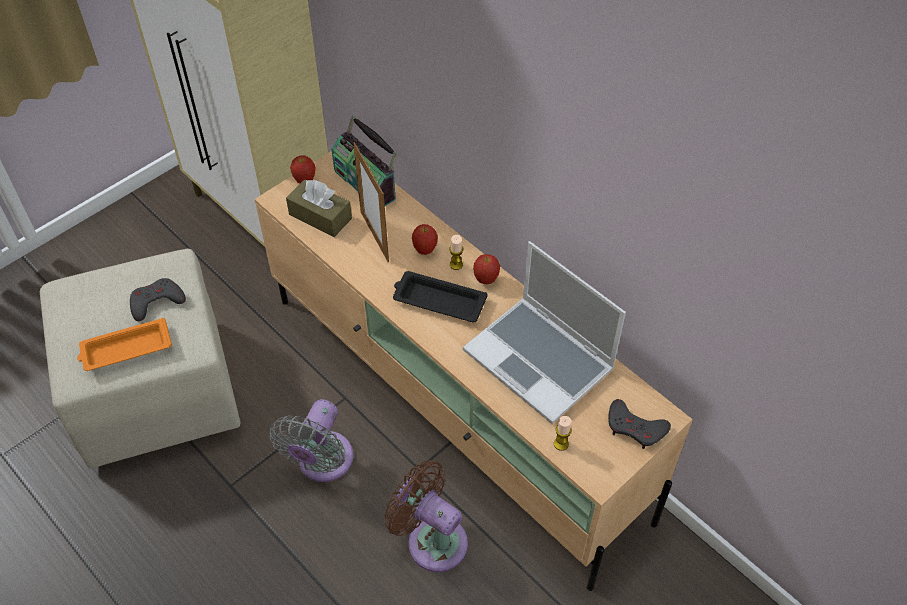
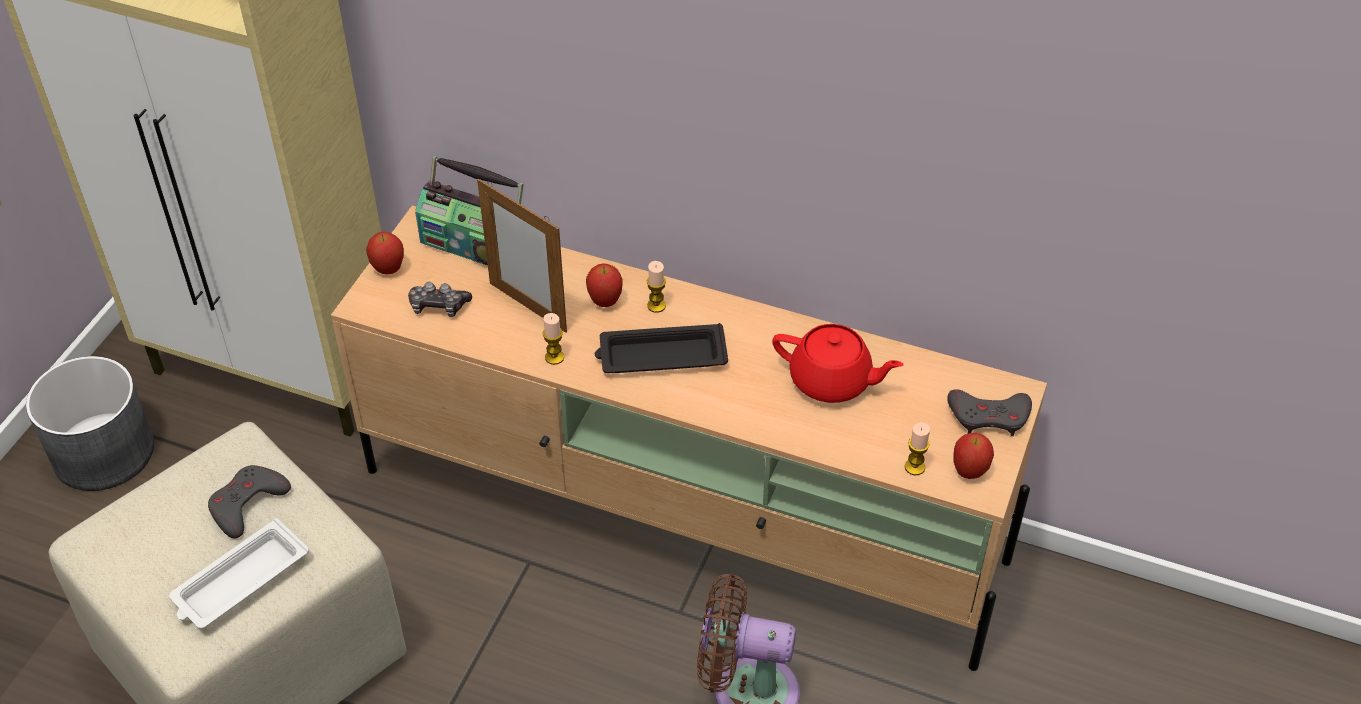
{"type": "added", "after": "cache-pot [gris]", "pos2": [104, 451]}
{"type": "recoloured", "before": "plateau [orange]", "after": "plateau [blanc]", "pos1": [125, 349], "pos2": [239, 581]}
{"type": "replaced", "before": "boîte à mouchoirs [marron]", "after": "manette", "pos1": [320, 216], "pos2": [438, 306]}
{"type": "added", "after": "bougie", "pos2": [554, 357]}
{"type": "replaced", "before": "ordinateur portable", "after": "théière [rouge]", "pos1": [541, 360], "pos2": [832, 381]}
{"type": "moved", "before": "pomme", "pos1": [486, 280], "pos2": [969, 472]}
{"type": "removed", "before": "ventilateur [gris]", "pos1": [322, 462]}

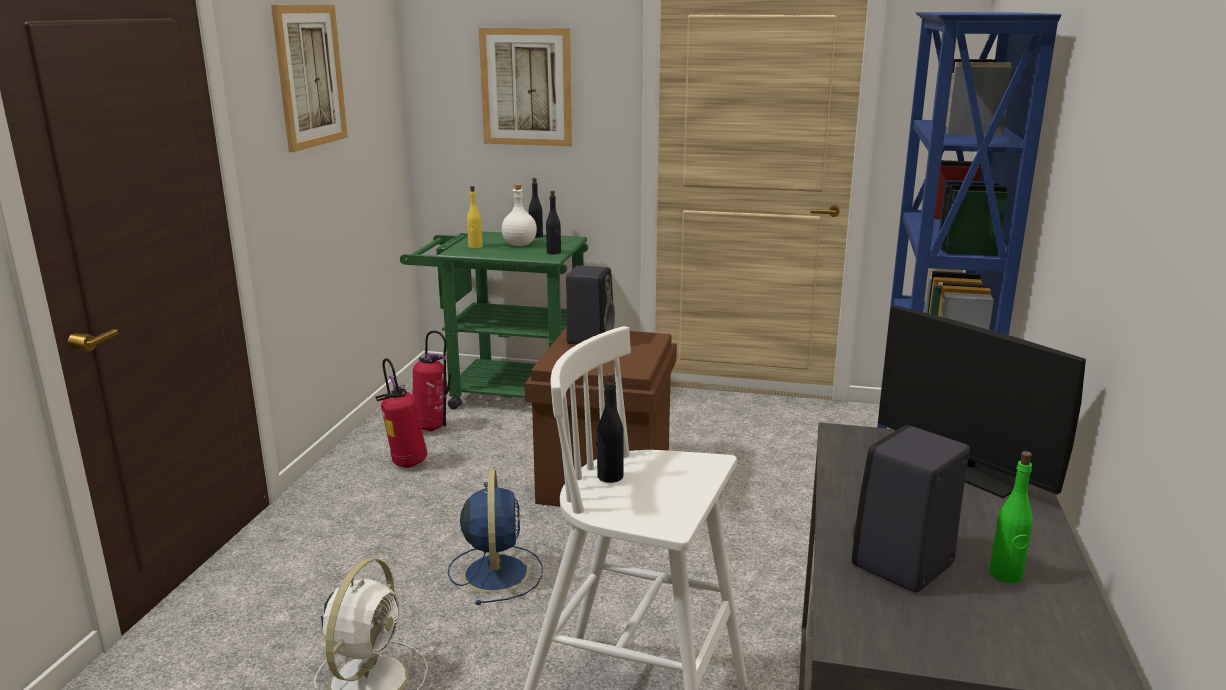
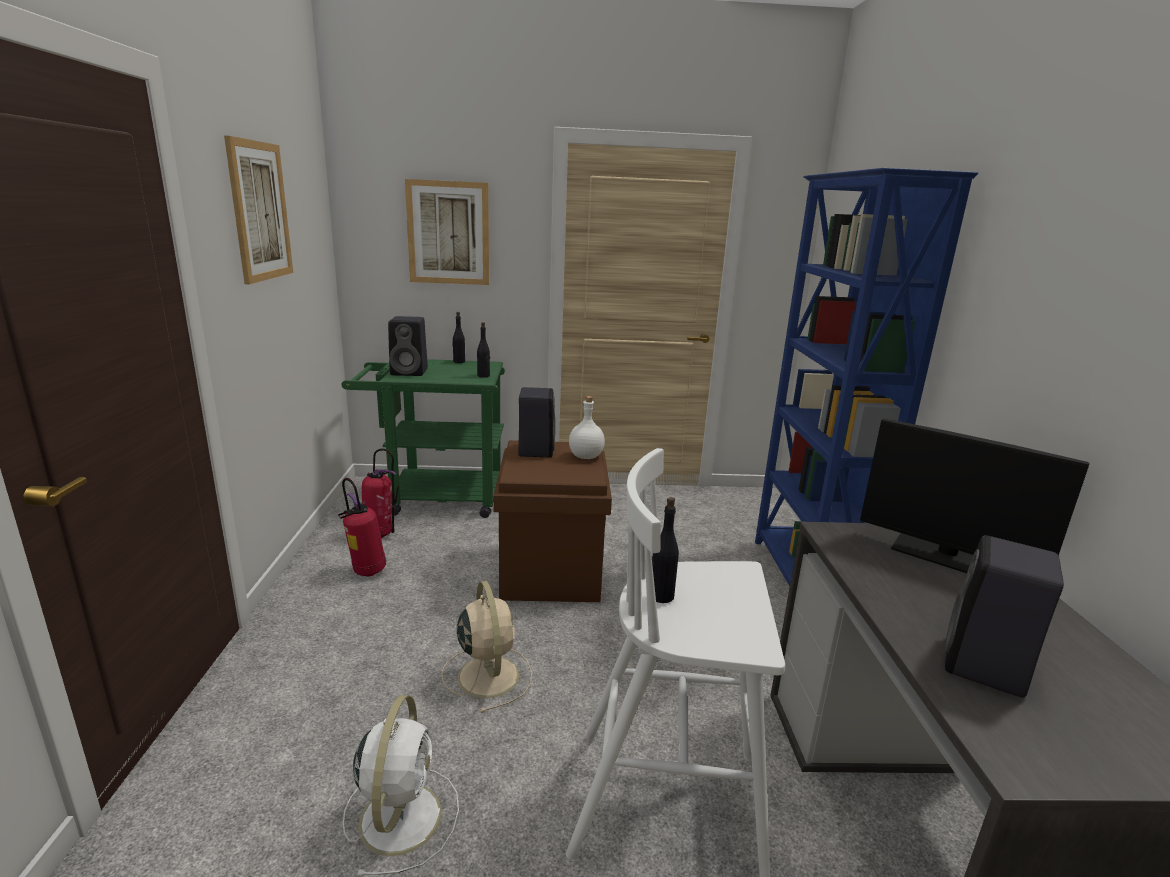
{"type": "replaced", "before": "bouteille [jaune]", "after": "enceinte [noir]", "pos1": [475, 246], "pos2": [410, 372]}
{"type": "recoloured", "before": "ventilateur [bleu]", "after": "ventilateur [beige]", "pos1": [496, 572], "pos2": [487, 674]}
{"type": "moved", "before": "bouteille [blanc]", "pos1": [520, 245], "pos2": [586, 456]}
{"type": "removed", "before": "bouteille [vert]", "pos1": [1006, 575]}

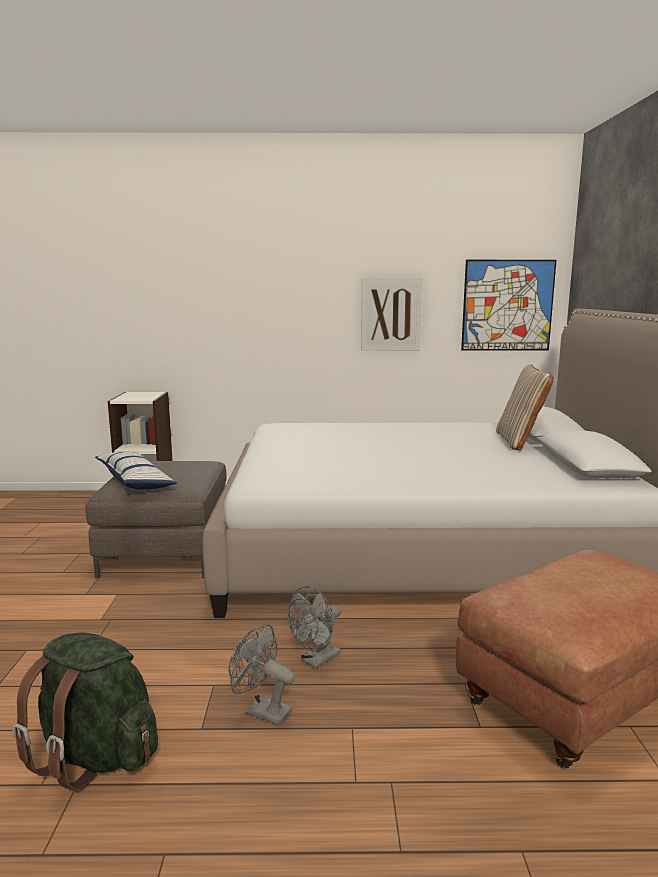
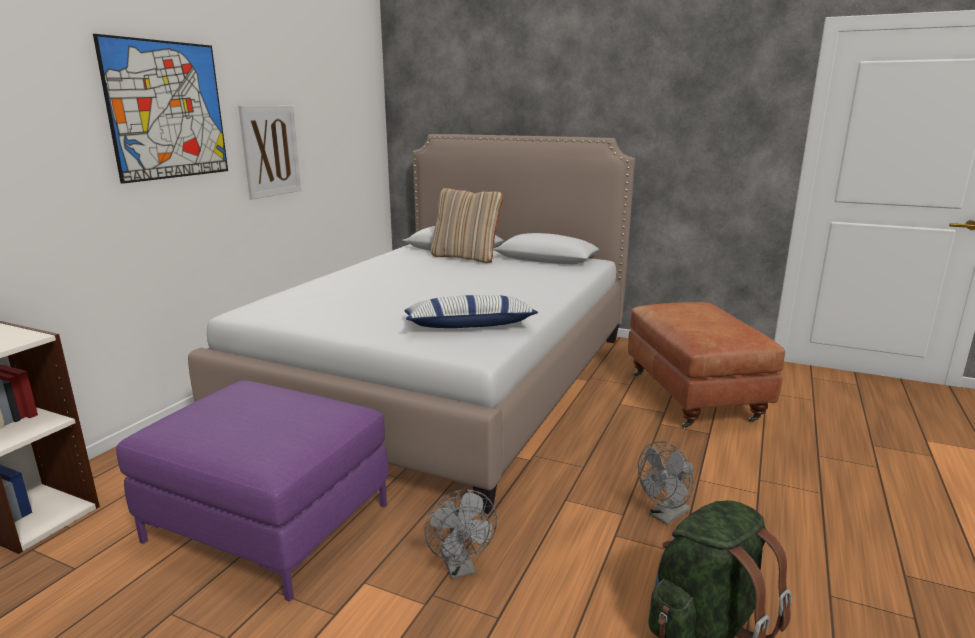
{"type": "moved", "before": "tableau", "pos1": [507, 305], "pos2": [167, 110]}
{"type": "recoloured", "before": "pouf [marron]", "after": "pouf [violet]", "pos1": [167, 549], "pos2": [269, 522]}
{"type": "moved", "before": "coussin", "pos1": [135, 481], "pos2": [469, 326]}
{"type": "moved", "before": "ventilateur [gris]", "pos1": [316, 660], "pos2": [460, 568]}

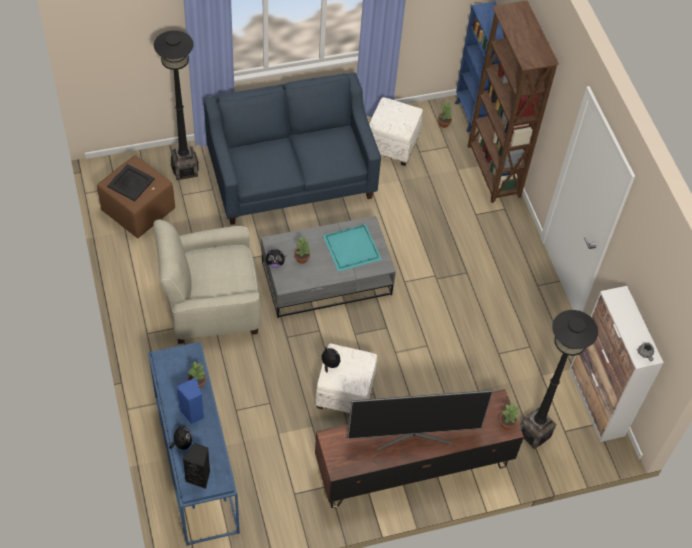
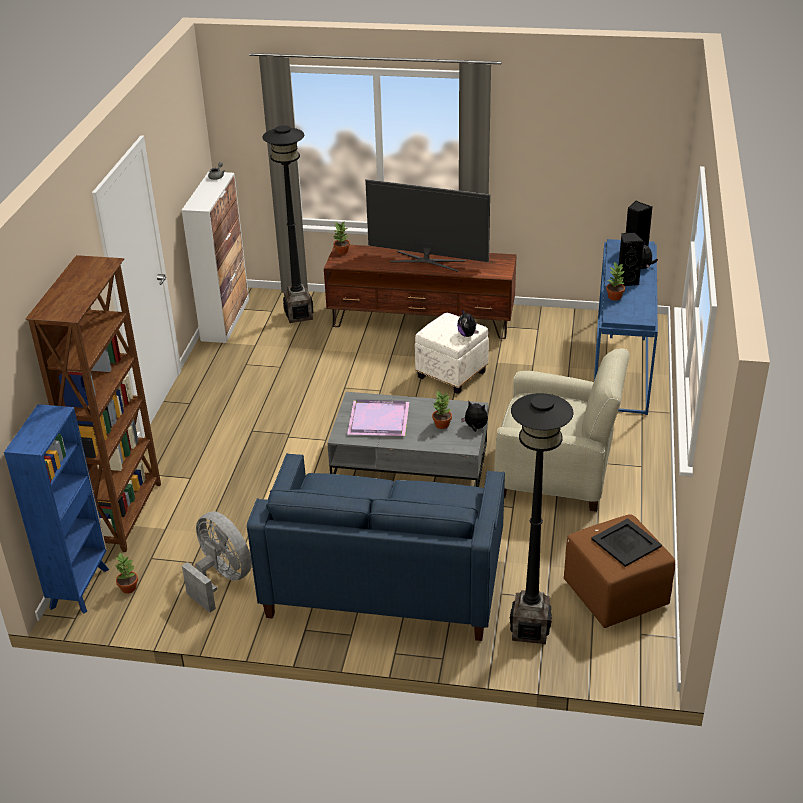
{"type": "replaced", "before": "pouf [blanc]", "after": "ventilateur [gris]", "pos1": [392, 146], "pos2": [221, 579]}
{"type": "recoloured", "before": "plateau [turquoise]", "after": "plateau [violet]", "pos1": [350, 248], "pos2": [379, 420]}
{"type": "recoloured", "before": "enceinte [bleu]", "after": "enceinte [noir]", "pos1": [193, 413], "pos2": [626, 281]}

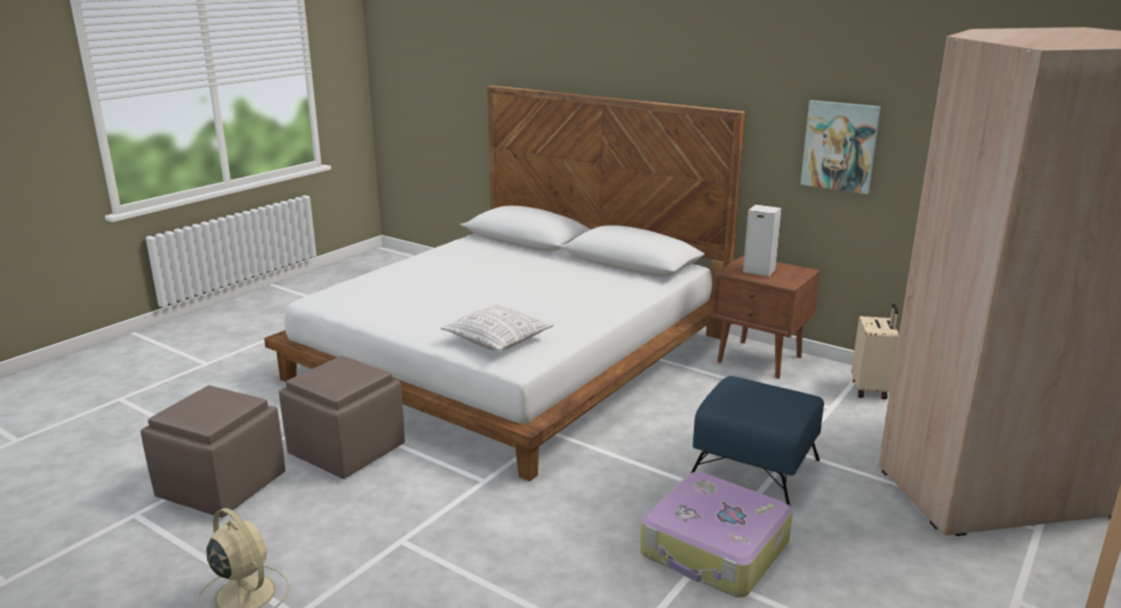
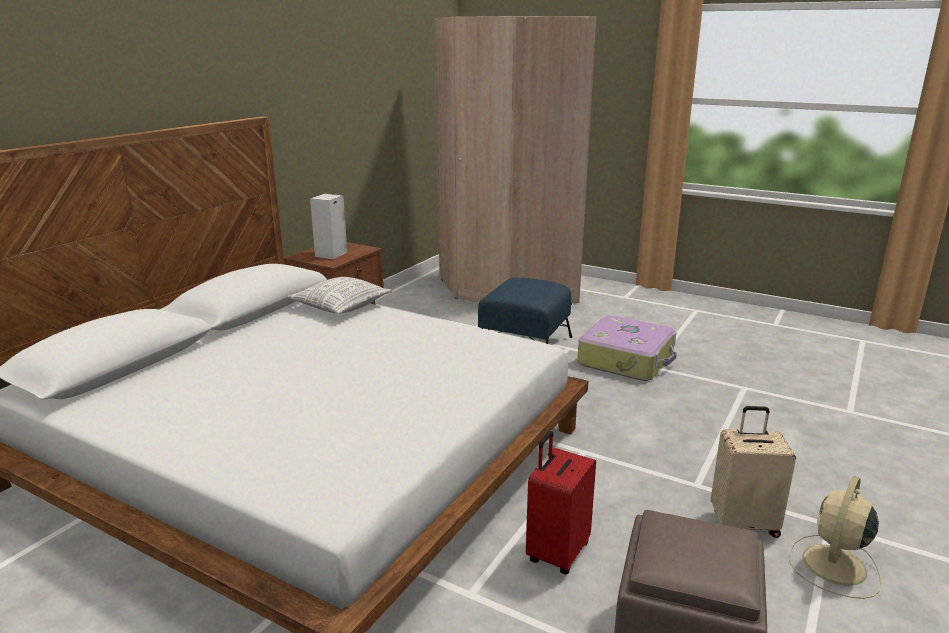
{"type": "moved", "before": "coussin", "pos1": [498, 340], "pos2": [341, 307]}
{"type": "replaced", "before": "pouf [marron]", "after": "valise [rouge]", "pos1": [348, 450], "pos2": [556, 552]}
{"type": "moved", "before": "valise [beige]", "pos1": [870, 389], "pos2": [743, 523]}
{"type": "removed", "before": "tableau", "pos1": [840, 146]}

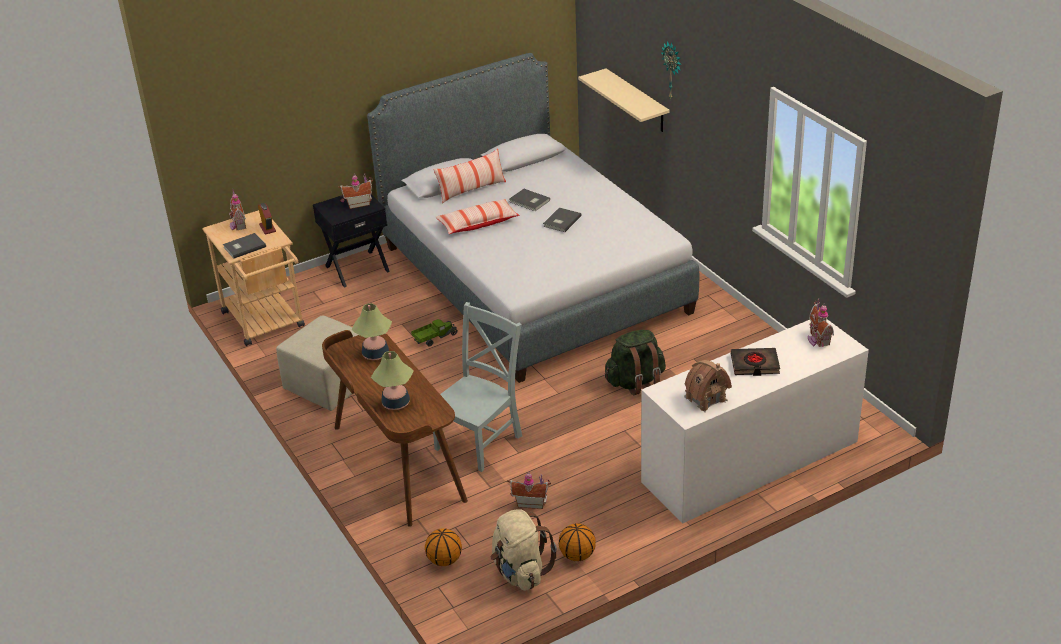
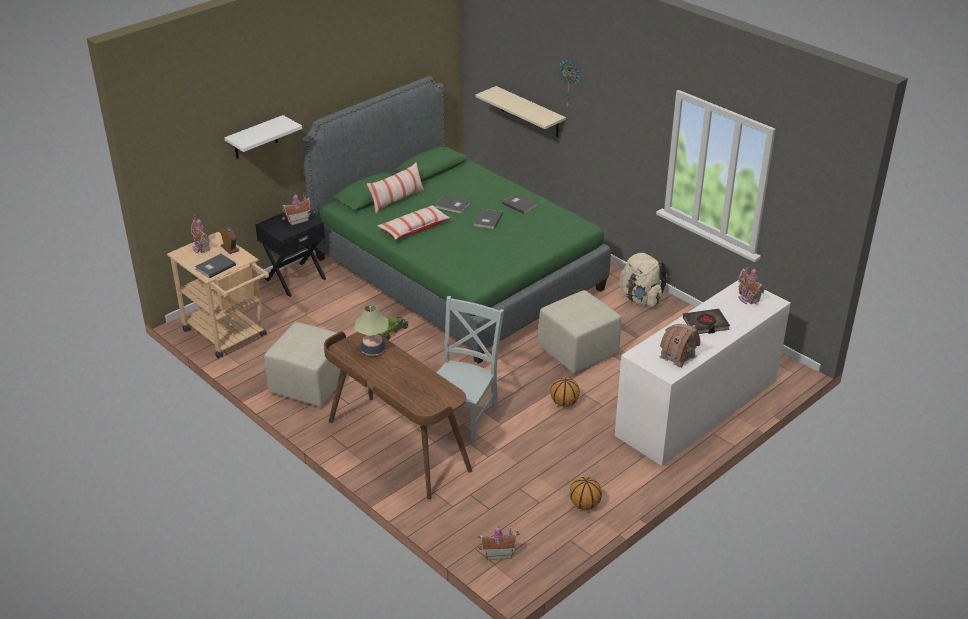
{"type": "added", "after": "étagère [blanc]", "pos2": [255, 138]}
{"type": "recoloured", "before": "lit [gris]", "after": "lit [vert]", "pos1": [533, 279], "pos2": [456, 273]}
{"type": "moved", "before": "maison miniature", "pos1": [530, 502], "pos2": [498, 553]}
{"type": "added", "after": "livre [gris]", "pos2": [520, 204]}
{"type": "replaced", "before": "sac à dos [vert]", "after": "pouf [beige]", "pos1": [635, 382], "pos2": [577, 352]}
{"type": "moved", "before": "ballon de basket", "pos1": [445, 560], "pos2": [564, 403]}
{"type": "moved", "before": "sac à dos [beige]", "pos1": [520, 572], "pos2": [640, 299]}
{"type": "removed", "before": "lampe de table", "pos1": [396, 403]}

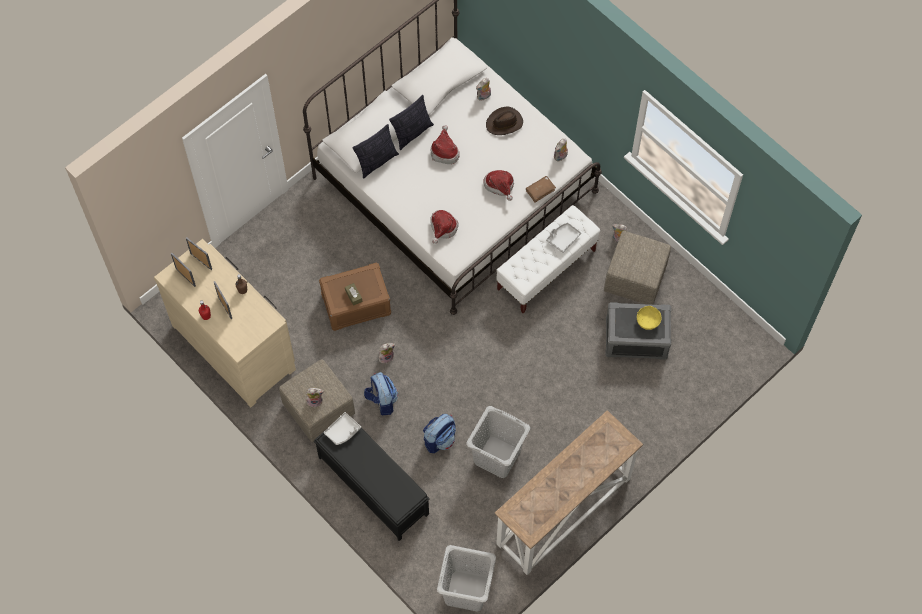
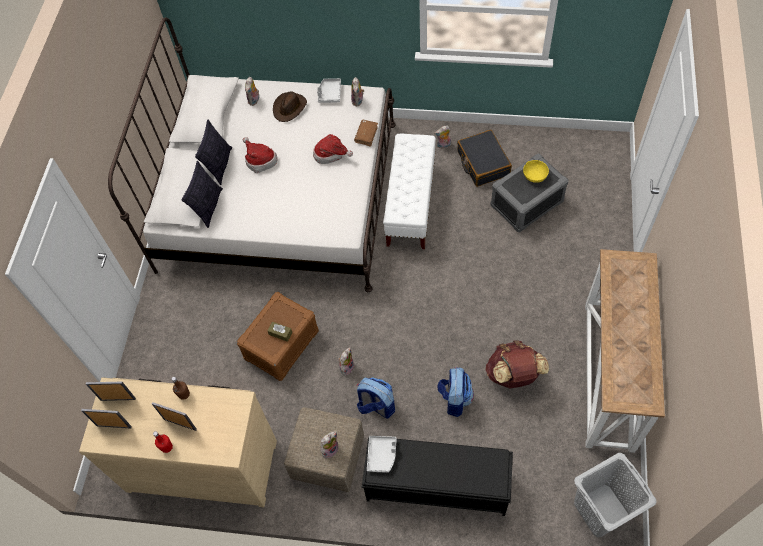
{"type": "moved", "before": "plateau [gris]", "pos1": [563, 238], "pos2": [329, 94]}
{"type": "replaced", "before": "pouf [beige]", "after": "valise [noir]", "pos1": [635, 279], "pos2": [483, 163]}
{"type": "replaced", "before": "panier à linge [gris]", "after": "sac à dos [marron]", "pos1": [496, 457], "pos2": [513, 375]}
{"type": "removed", "before": "chapeau", "pos1": [443, 228]}

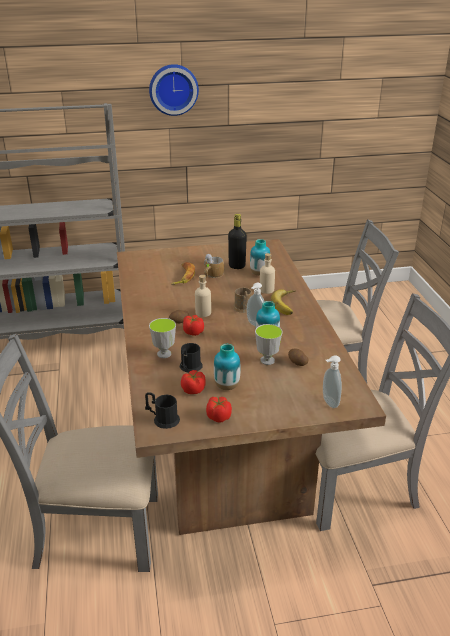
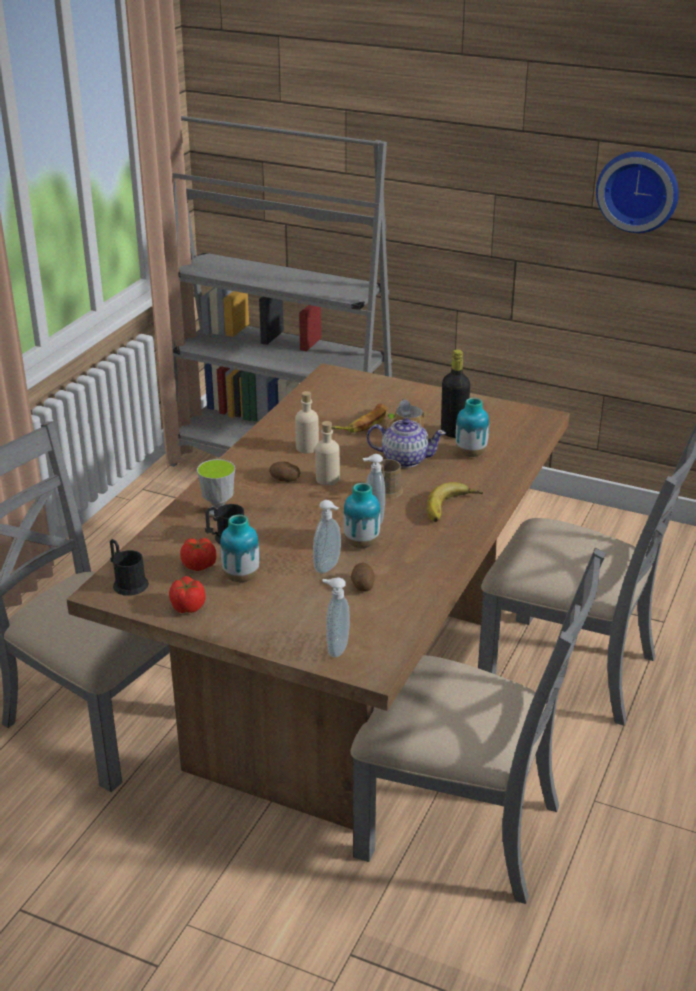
{"type": "moved", "before": "bouteille [beige]", "pos1": [266, 290], "pos2": [307, 448]}
{"type": "replaced", "before": "tasse", "after": "distributeur de savon", "pos1": [267, 360], "pos2": [329, 567]}
{"type": "added", "after": "théière", "pos2": [404, 459]}
{"type": "moved", "before": "horloge murale", "pos1": [173, 89], "pos2": [638, 190]}
{"type": "removed", "before": "tomate", "pos1": [193, 332]}

